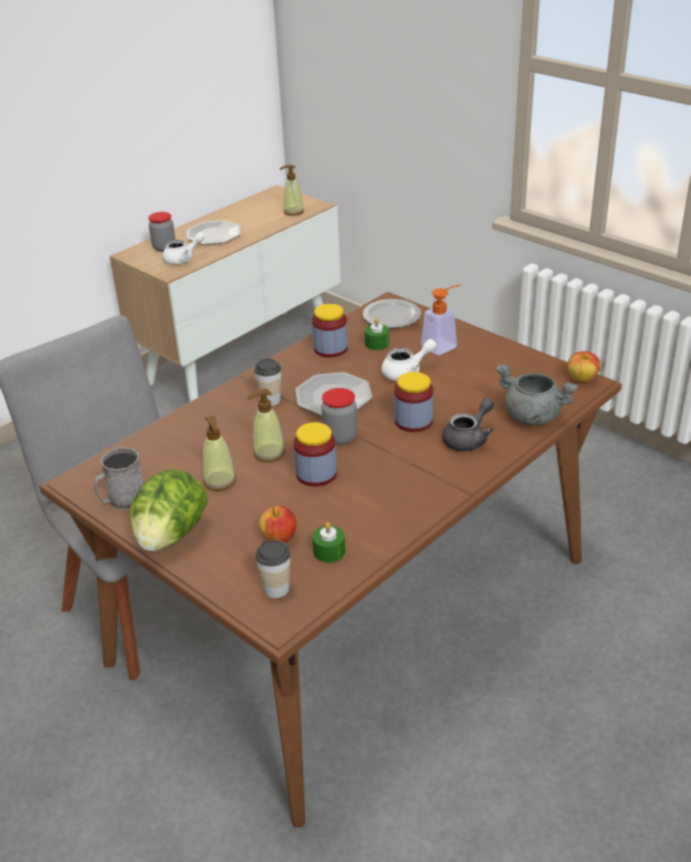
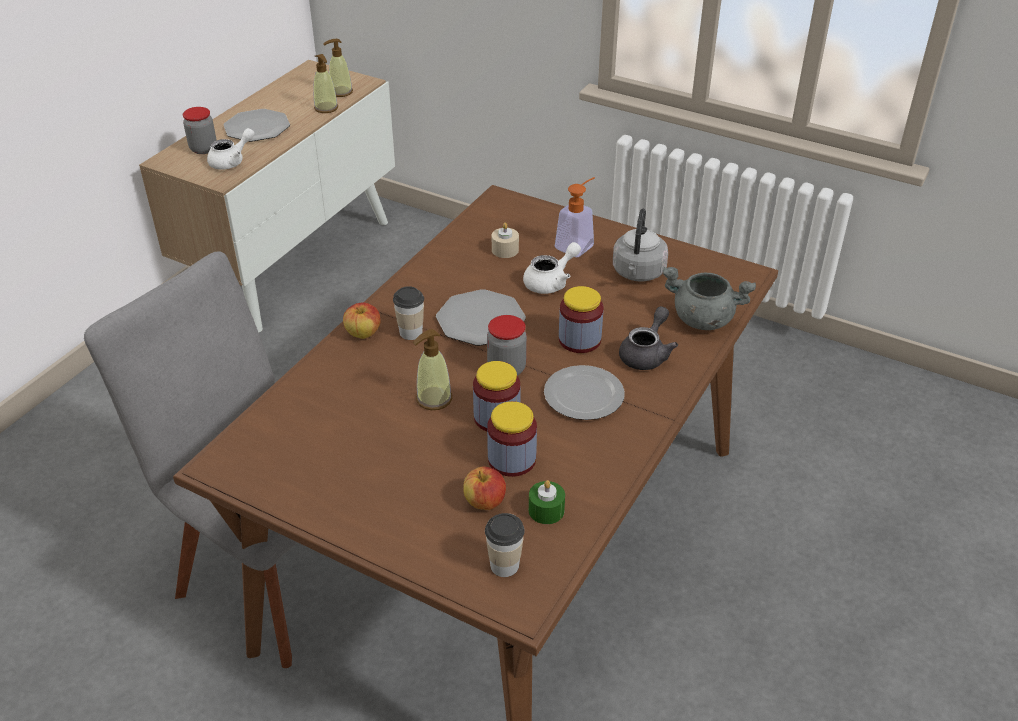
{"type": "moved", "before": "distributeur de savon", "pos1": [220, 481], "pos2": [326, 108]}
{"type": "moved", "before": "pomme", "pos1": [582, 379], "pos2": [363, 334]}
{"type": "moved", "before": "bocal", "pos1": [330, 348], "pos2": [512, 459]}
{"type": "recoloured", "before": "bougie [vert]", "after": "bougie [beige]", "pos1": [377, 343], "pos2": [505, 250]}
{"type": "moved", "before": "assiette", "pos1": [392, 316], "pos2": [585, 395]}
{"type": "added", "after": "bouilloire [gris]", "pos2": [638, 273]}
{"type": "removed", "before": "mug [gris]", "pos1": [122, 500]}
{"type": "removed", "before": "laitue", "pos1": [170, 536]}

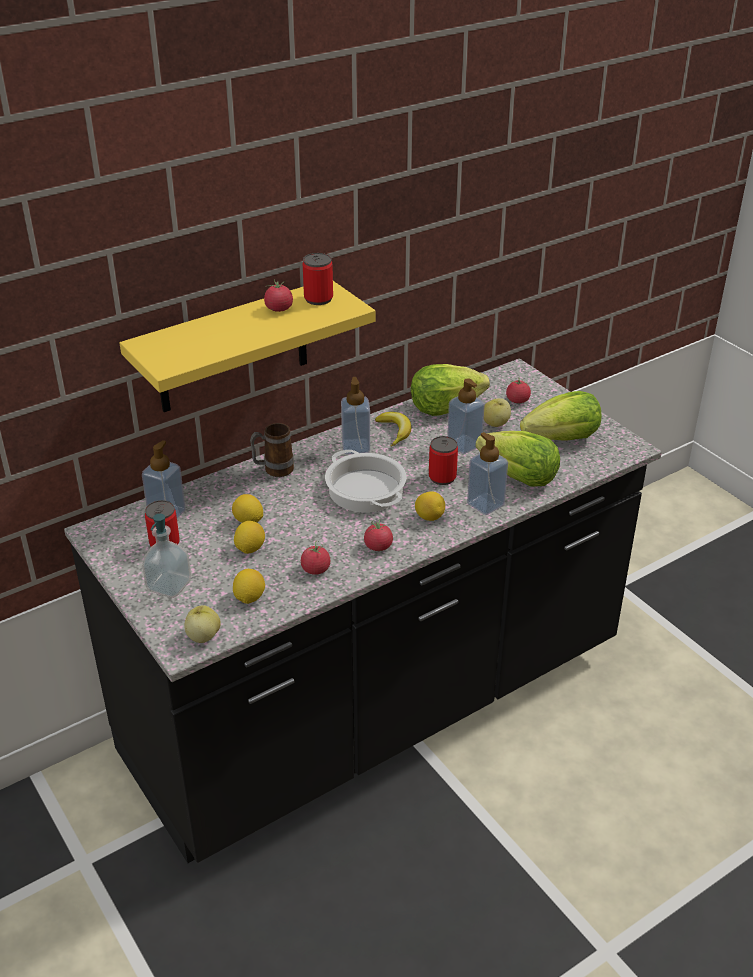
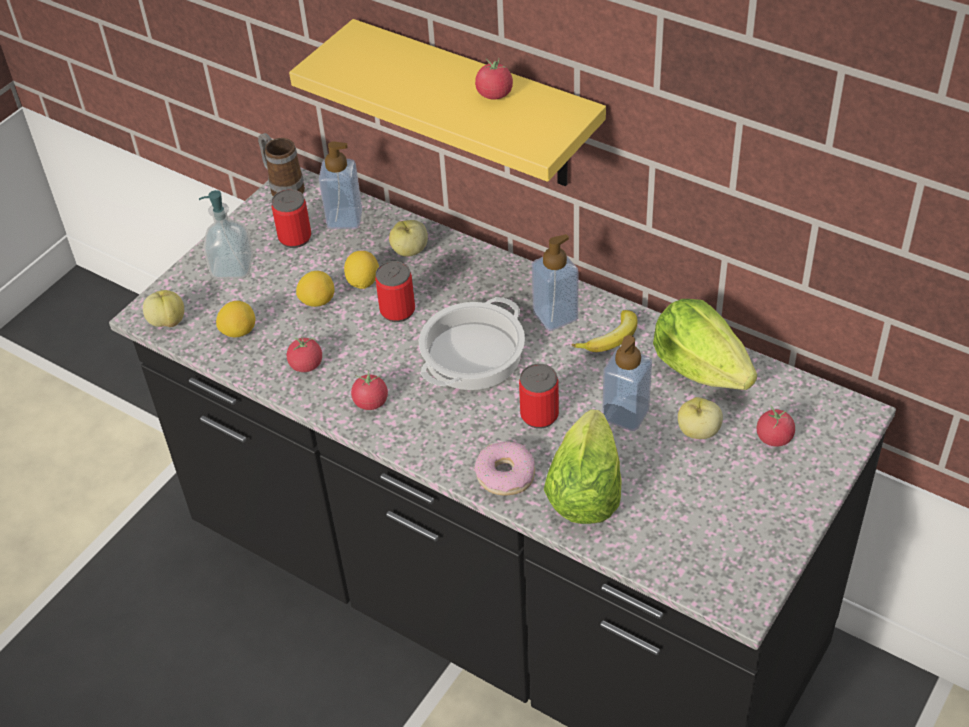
{"type": "moved", "before": "mug", "pos1": [273, 470], "pos2": [283, 187]}
{"type": "moved", "before": "boîte métallique", "pos1": [318, 299], "pos2": [397, 311]}
{"type": "added", "after": "pomme", "pos2": [409, 251]}
{"type": "replaced", "before": "distributeur de savon", "after": "beignet", "pos1": [485, 504], "pos2": [505, 475]}
{"type": "removed", "before": "citron", "pos1": [429, 517]}
{"type": "removed", "before": "laitue", "pos1": [562, 439]}

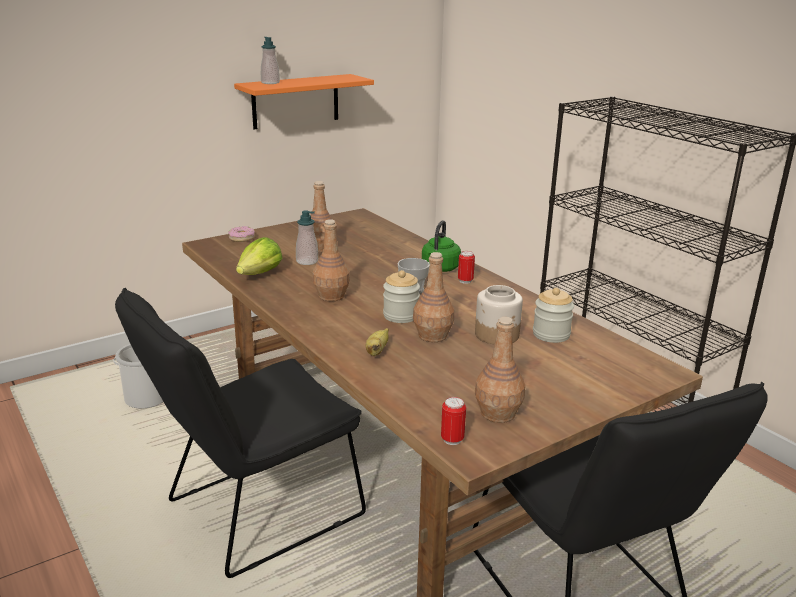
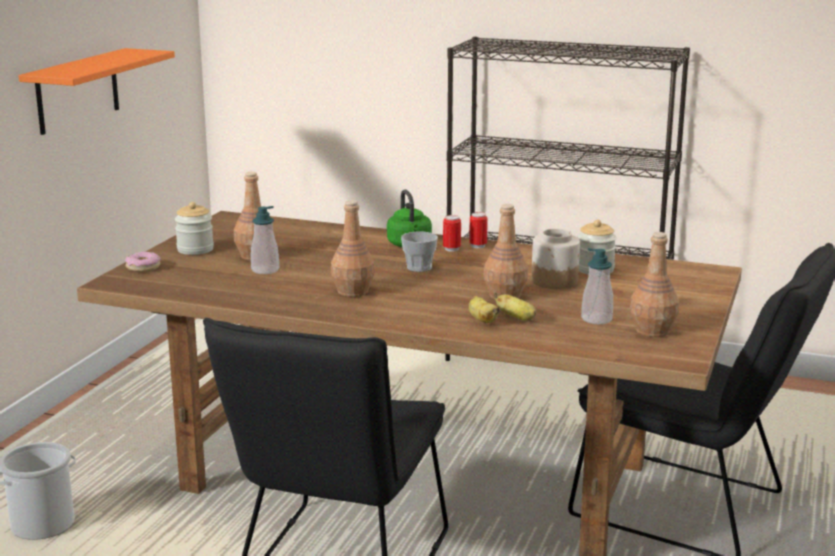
{"type": "moved", "before": "bocal", "pos1": [401, 316], "pos2": [195, 249]}
{"type": "moved", "before": "boîte métallique", "pos1": [452, 439], "pos2": [478, 246]}
{"type": "added", "after": "banane", "pos2": [517, 318]}
{"type": "moved", "before": "distributeur de savon", "pos1": [270, 83], "pos2": [596, 319]}
{"type": "removed", "before": "laitue", "pos1": [260, 274]}

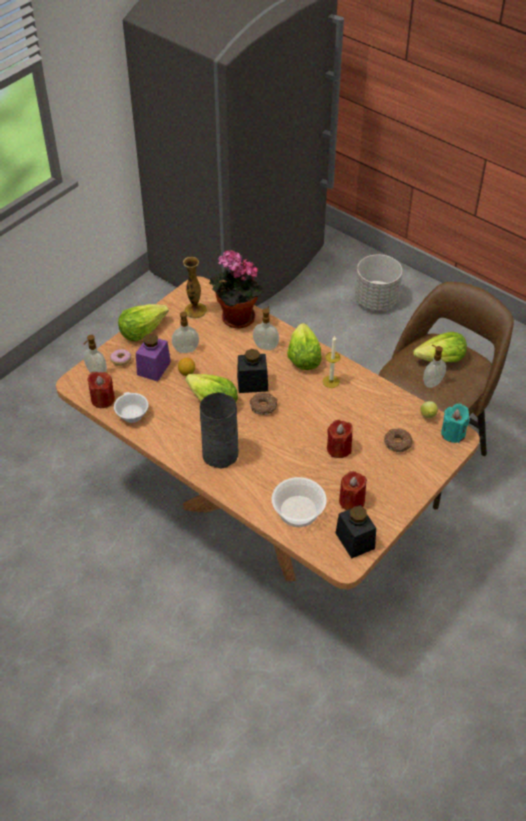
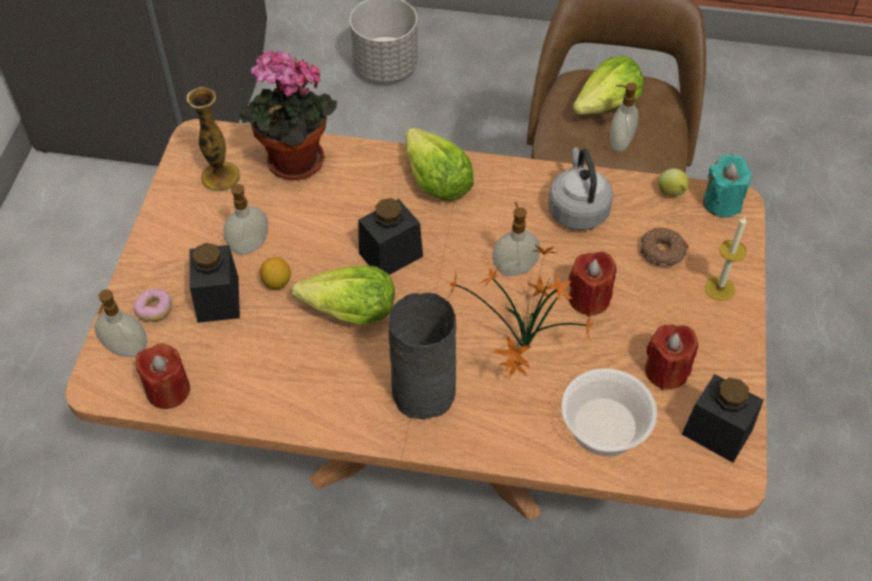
{"type": "recoloured", "before": "bocal [violet]", "after": "bocal [noir]", "pos1": [154, 368], "pos2": [218, 299]}
{"type": "added", "after": "plante en pot", "pos2": [522, 353]}
{"type": "moved", "before": "distributeur de savon", "pos1": [266, 346], "pos2": [514, 268]}
{"type": "added", "after": "bouilloire [gris]", "pos2": [577, 209]}
{"type": "moved", "before": "bougie", "pos1": [331, 381], "pos2": [720, 288]}
{"type": "removed", "before": "tasse [blanc]", "pos1": [130, 414]}
{"type": "removed", "before": "laitue", "pos1": [142, 330]}
{"type": "removed", "before": "beignet", "pos1": [264, 406]}

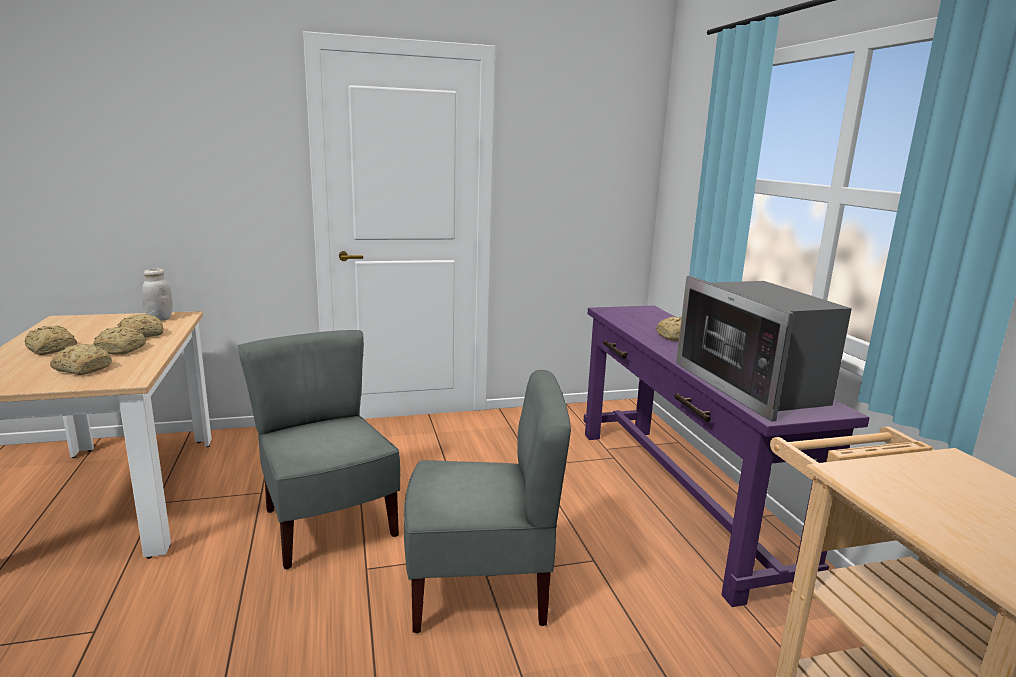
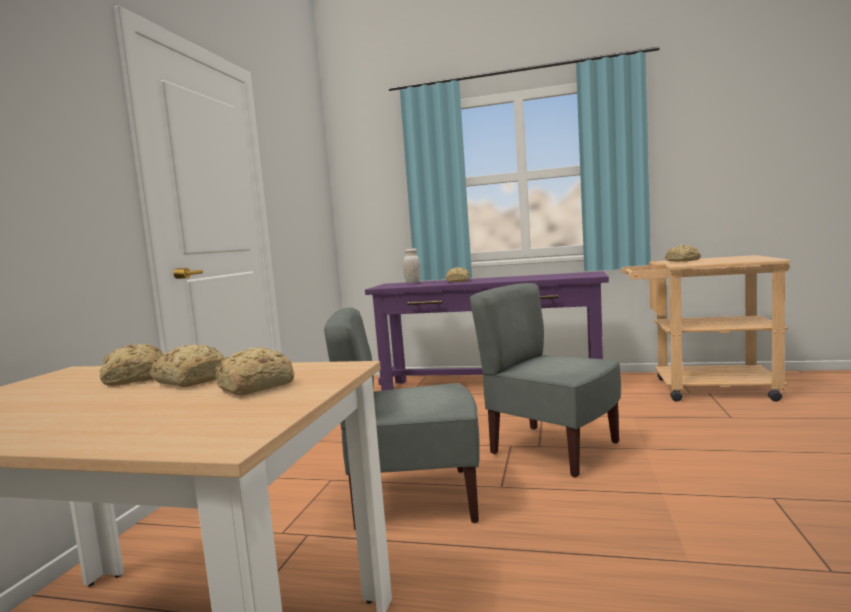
{"type": "moved", "before": "bocal [blanc]", "pos1": [159, 319], "pos2": [413, 282]}
{"type": "turned", "before": "chaise [gris]", "pos1": [481, 588], "pos2": [552, 449], "turn": -75}
{"type": "moved", "before": "pain", "pos1": [51, 349], "pos2": [683, 261]}
{"type": "removed", "before": "micro-ondes", "pos1": [753, 386]}

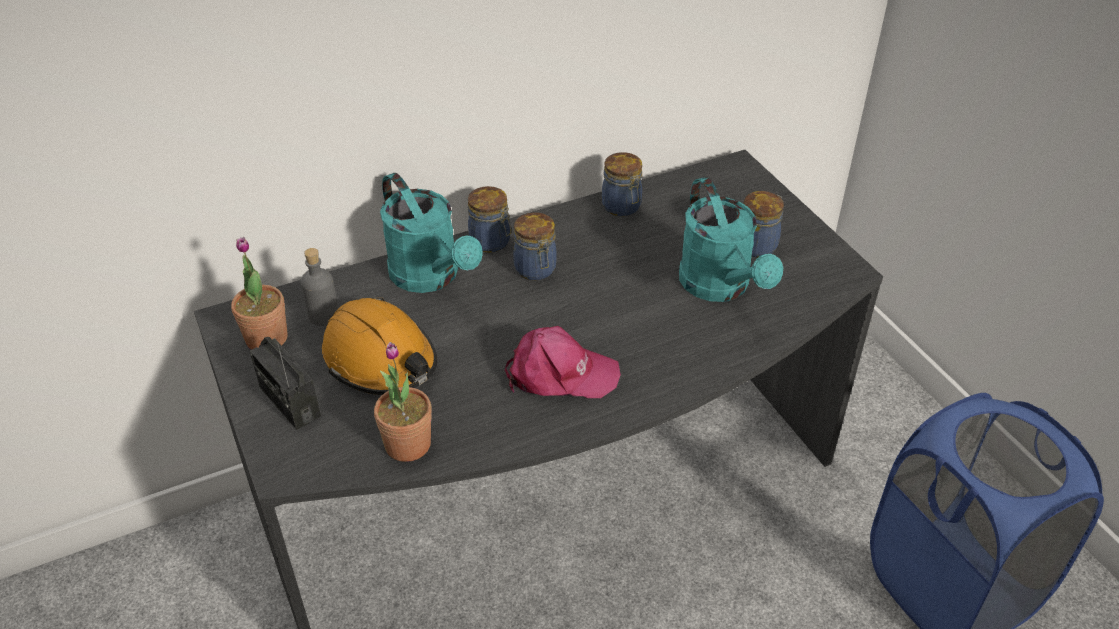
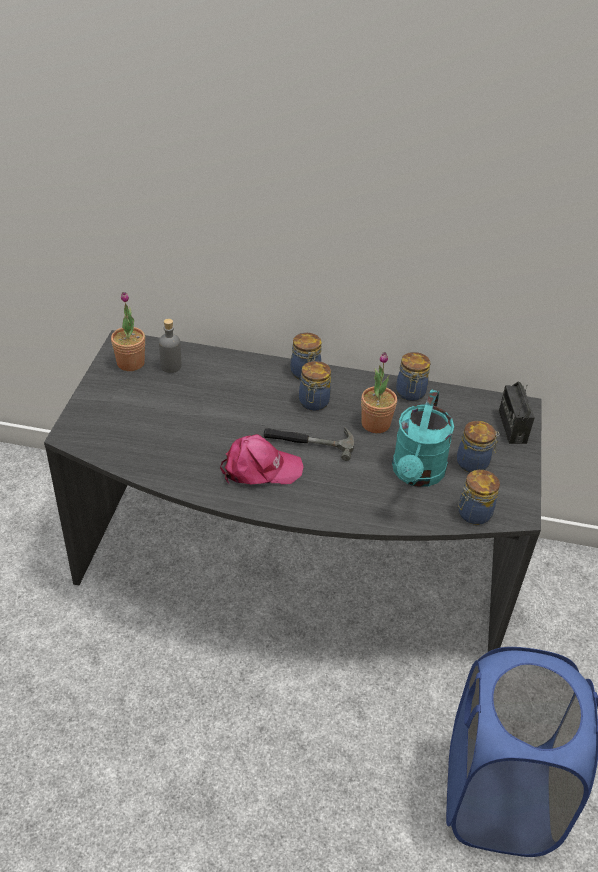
{"type": "turned", "before": "casquette [rose]", "pos1": [560, 374], "pos2": [260, 469], "turn": -45}
{"type": "added", "after": "marteau", "pos2": [309, 441]}
{"type": "moved", "before": "plante en pot", "pos1": [408, 444], "pos2": [375, 424]}
{"type": "added", "after": "bocal", "pos2": [473, 514]}
{"type": "moved", "before": "radio", "pos1": [289, 402], "pos2": [512, 427]}
{"type": "removed", "before": "casque de chantier [orange]", "pos1": [381, 360]}
{"type": "removed", "before": "arrosoir [turquoise]", "pos1": [431, 277]}

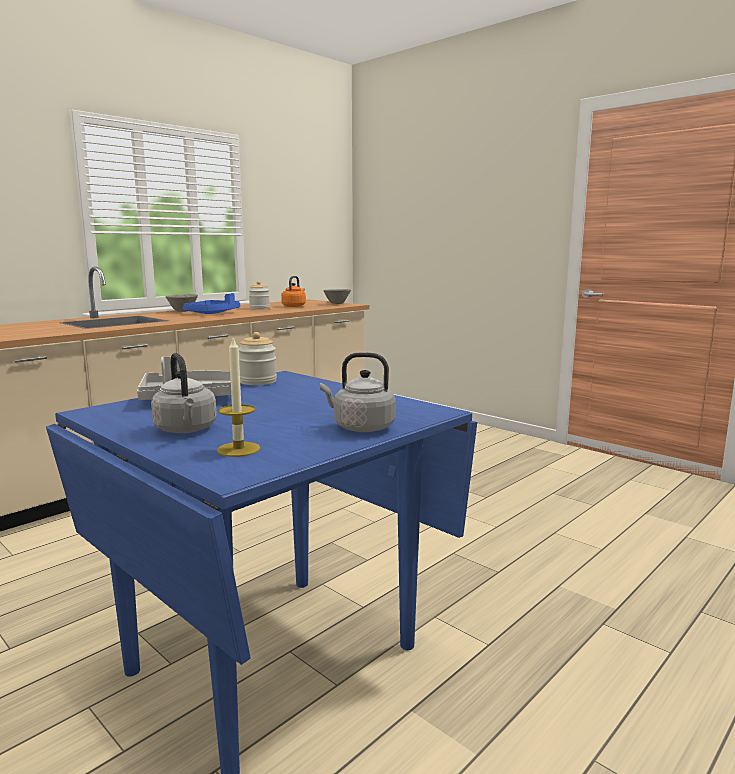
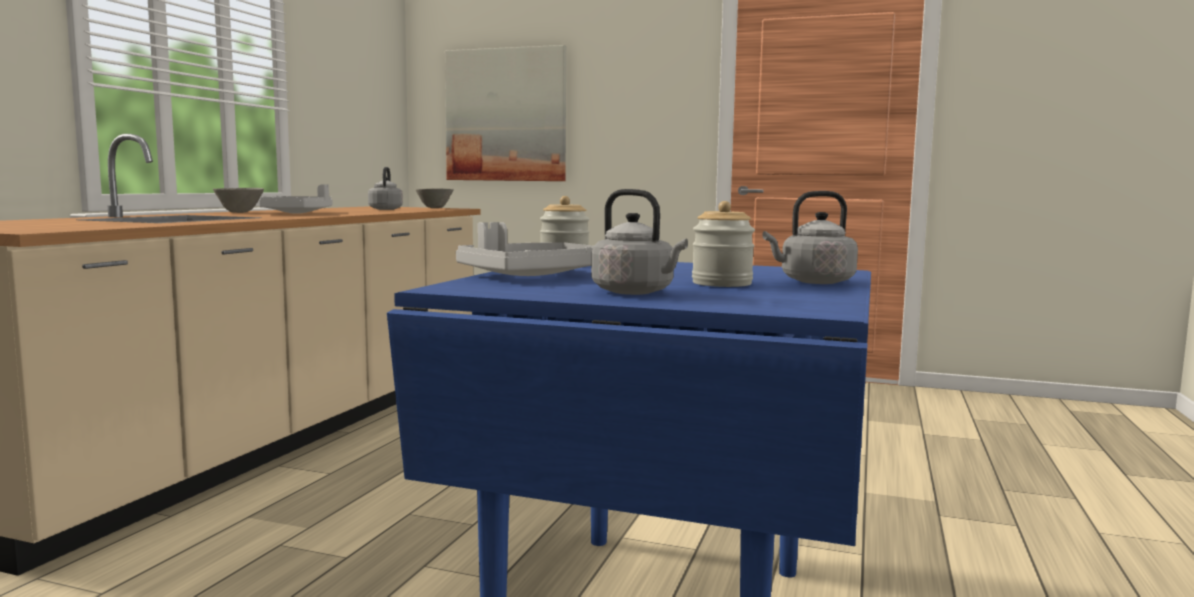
{"type": "recoloured", "before": "plateau [bleu]", "after": "plateau [gris]", "pos1": [213, 313], "pos2": [298, 213]}
{"type": "recoloured", "before": "bouilloire [orange]", "after": "bouilloire [gris]", "pos1": [294, 306], "pos2": [386, 209]}
{"type": "added", "after": "tableau", "pos2": [506, 115]}
{"type": "moved", "before": "bocal", "pos1": [259, 308], "pos2": [722, 283]}
{"type": "removed", "before": "bougie", "pos1": [238, 449]}

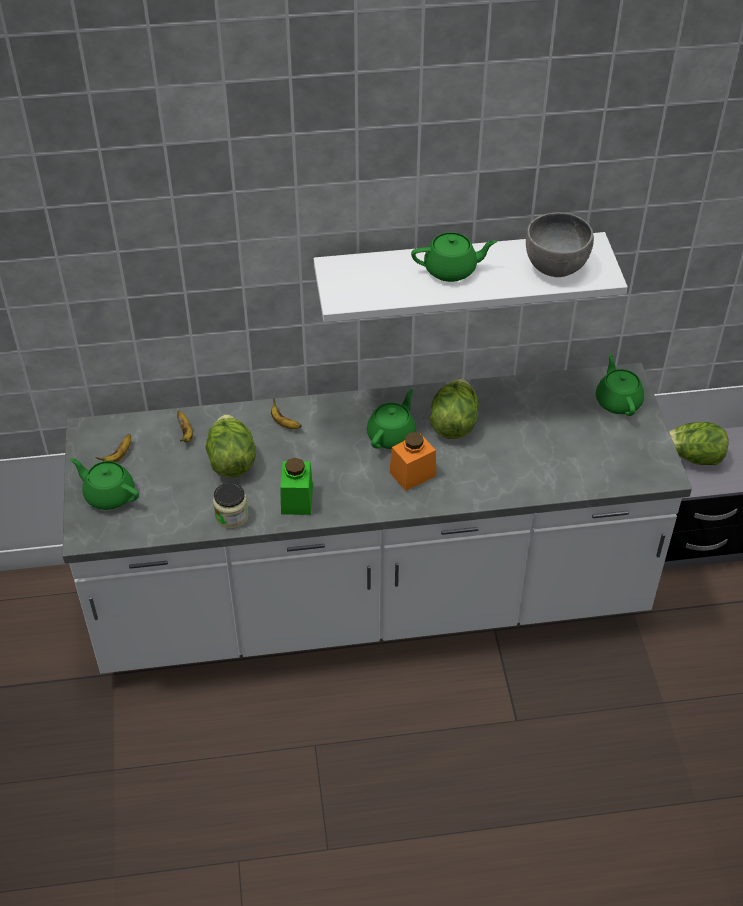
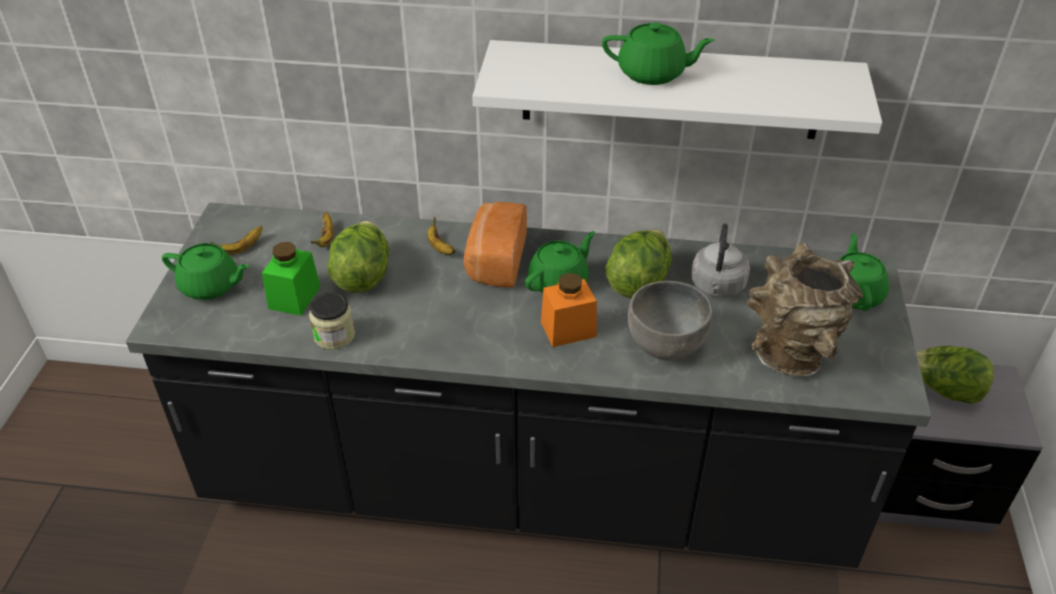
{"type": "recoloured", "before": "comptoir de cuisine [blanc]", "after": "comptoir de cuisine [noir]", "pos1": [371, 600], "pos2": [528, 482]}
{"type": "turned", "before": "théière [vert]", "pos1": [109, 495], "pos2": [211, 286], "turn": 150}
{"type": "moved", "before": "bocal [vert]", "pos1": [297, 500], "pos2": [294, 297]}
{"type": "added", "after": "pain", "pos2": [495, 261]}
{"type": "moved", "before": "bol [gris]", "pos1": [555, 267], "pos2": [665, 346]}
{"type": "added", "after": "bouilloire [gris]", "pos2": [717, 287]}
{"type": "added", "after": "vase [marron]", "pos2": [791, 351]}

